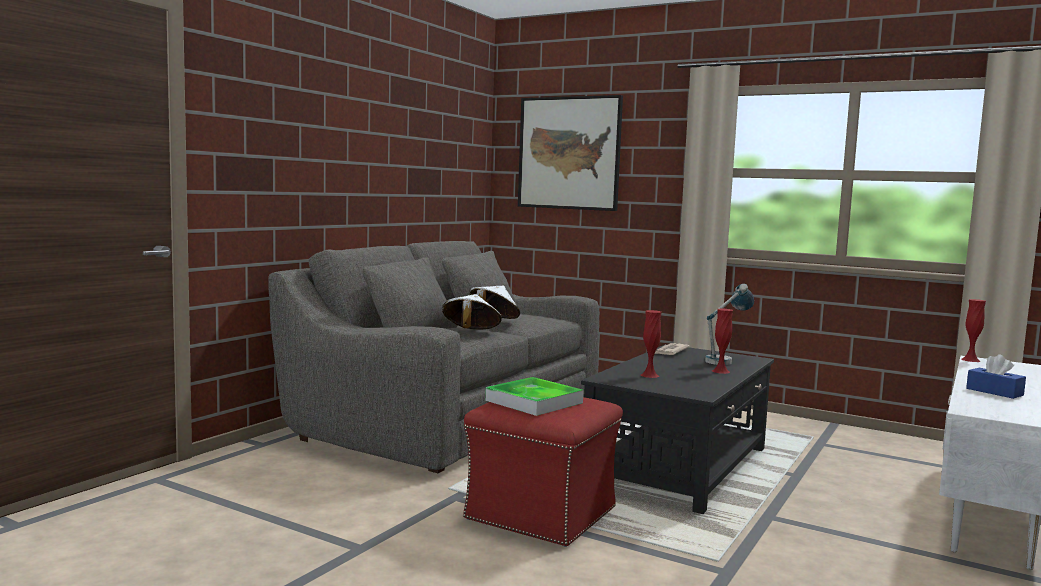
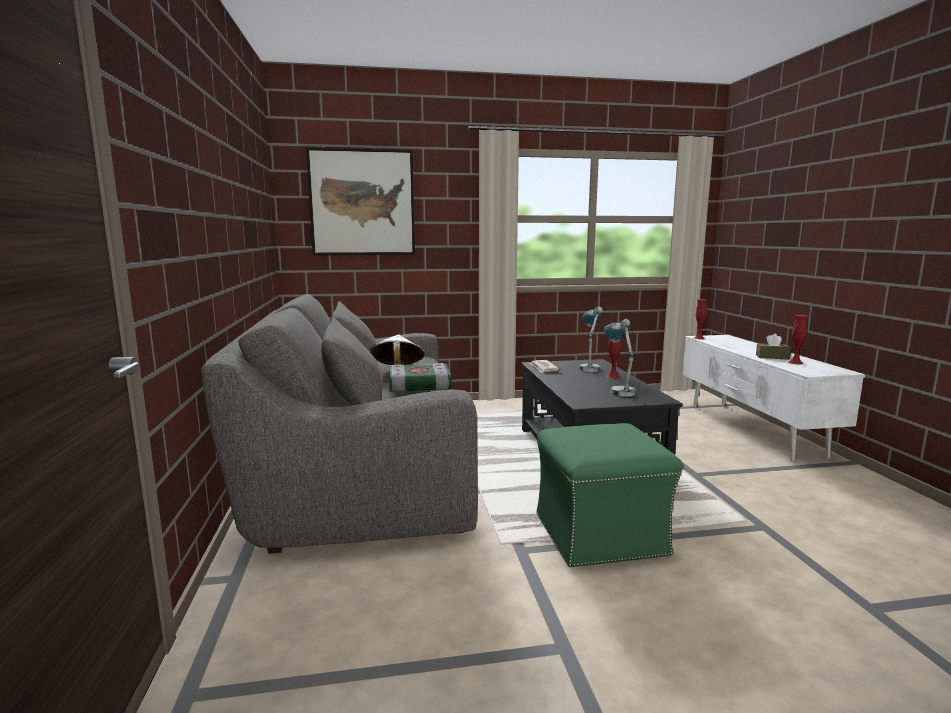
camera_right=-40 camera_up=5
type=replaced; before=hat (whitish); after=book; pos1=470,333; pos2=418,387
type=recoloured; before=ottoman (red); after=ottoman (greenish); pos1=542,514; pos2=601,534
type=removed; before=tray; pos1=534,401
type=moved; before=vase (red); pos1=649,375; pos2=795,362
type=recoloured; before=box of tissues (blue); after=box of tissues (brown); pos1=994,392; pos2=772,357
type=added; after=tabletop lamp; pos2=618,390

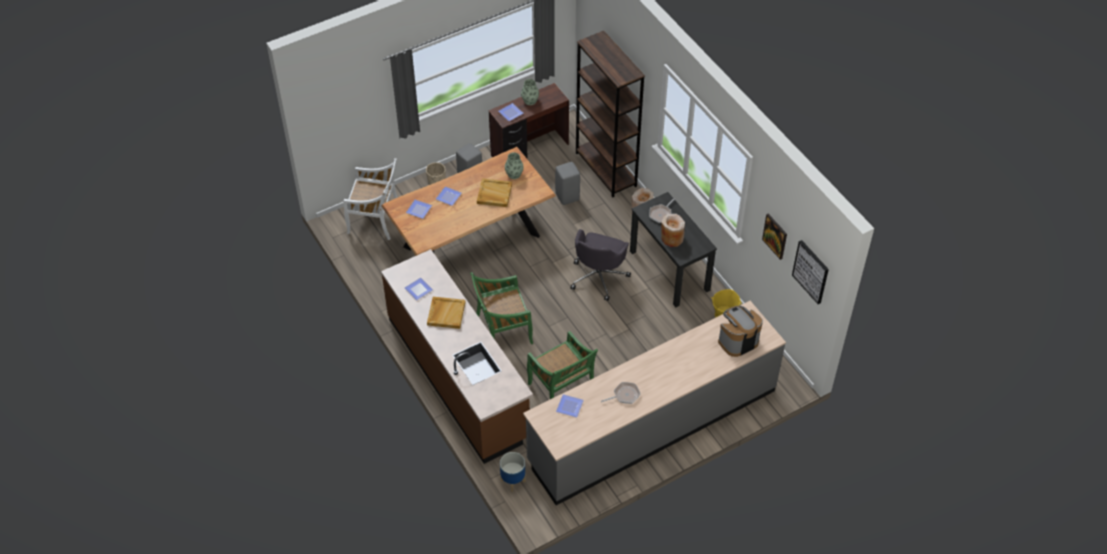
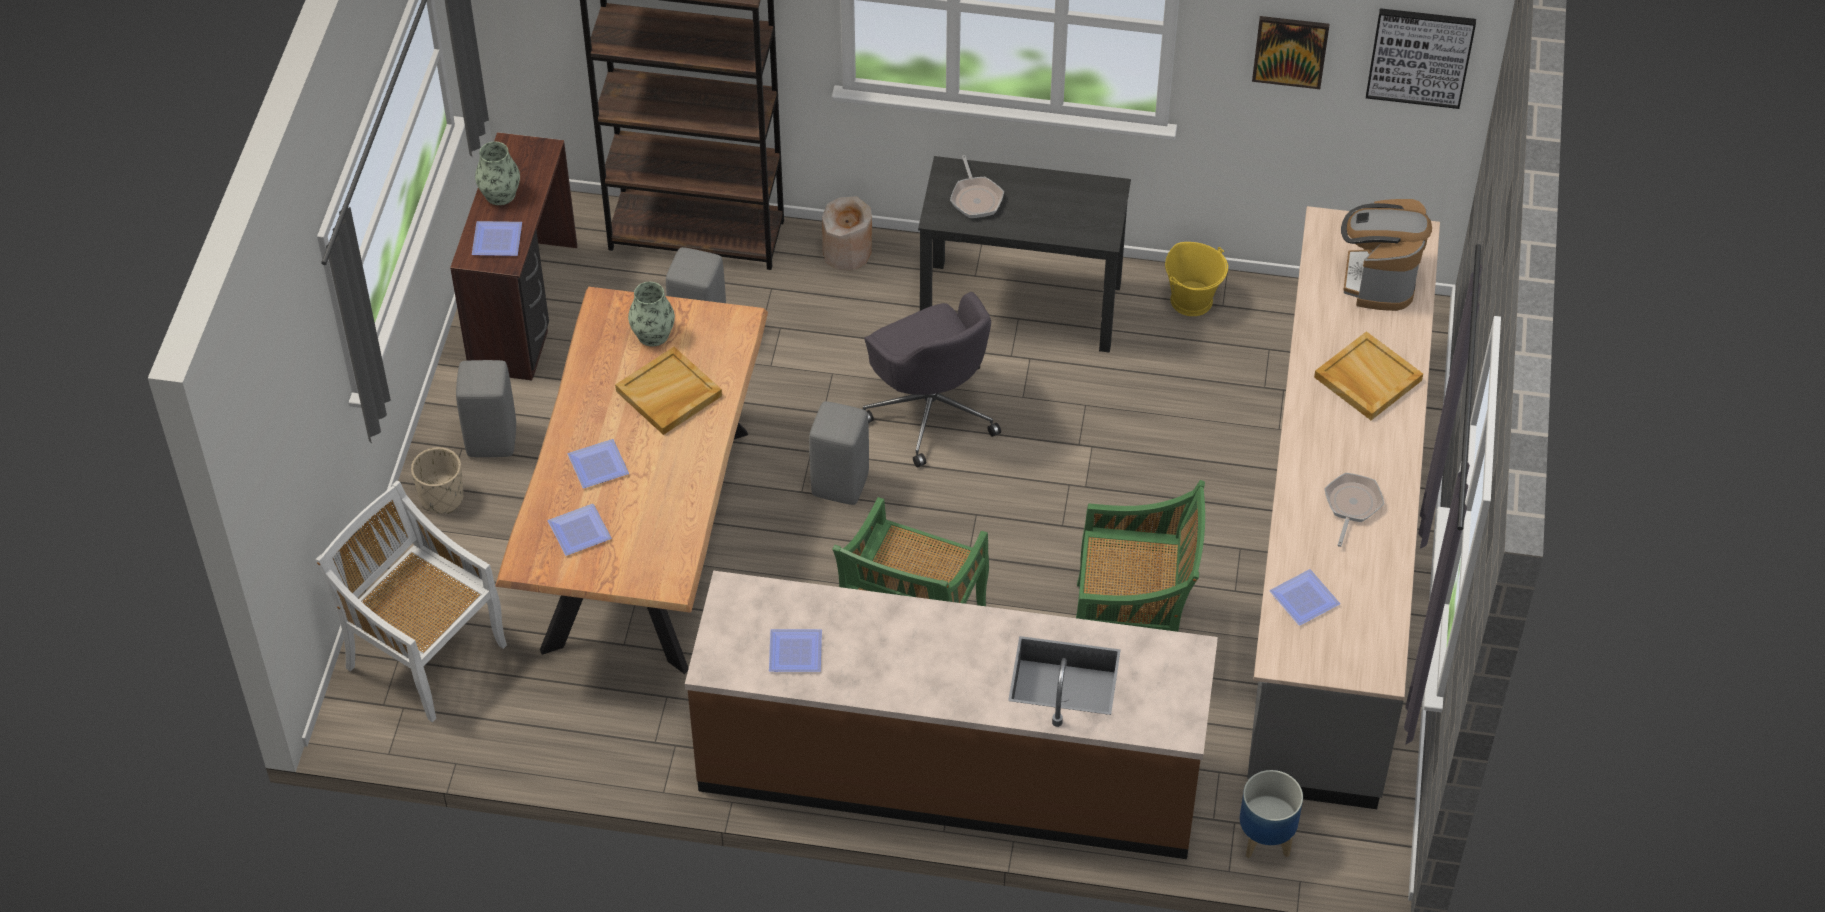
camera_right=-50 camera_up=0
type=turned; before=plain chair (whitish); pos1=375,220; pos2=424,654; turn=-105
type=moved; before=tray (beige); pos1=446,313; pos2=1366,379
type=removed; before=vase (beige); pos1=672,238
type=added; after=stool seat (grey); pos2=841,486

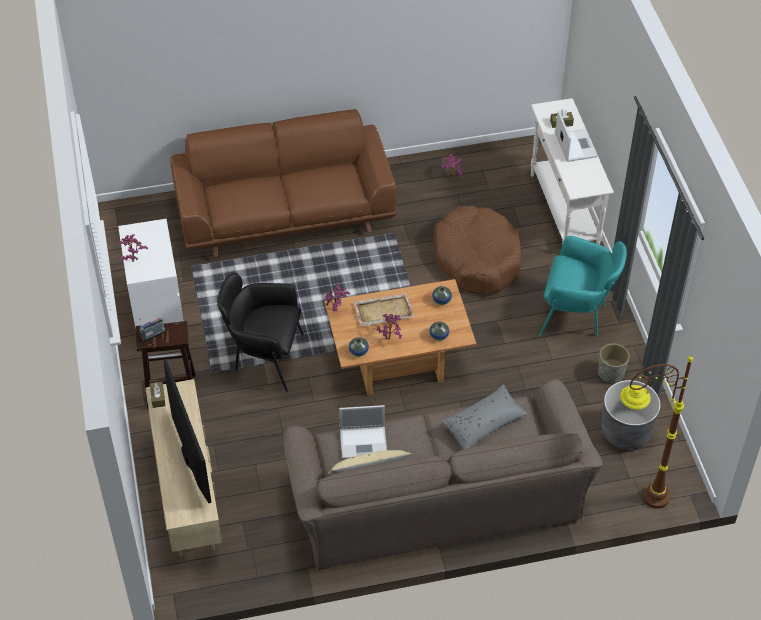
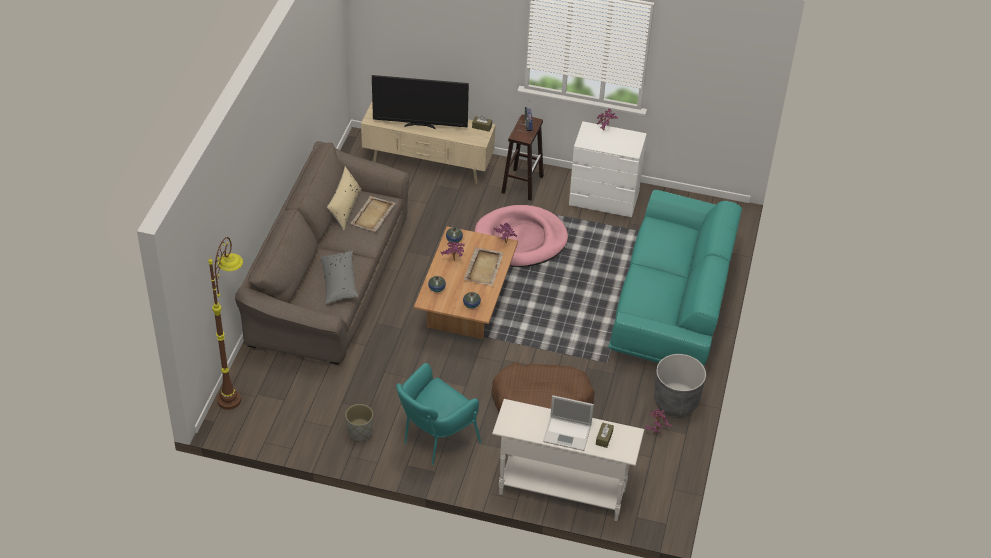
camera_right=115 camera_up=-5
type=recoloured; before=couch (brown); after=couch (blue-green); pos1=285,212; pos2=672,304
type=replaced; before=easy chair (black); after=dog bed (pink-coloured); pos1=264,358; pos2=520,239
type=replaced; before=laptop; after=tray (beige); pos1=364,442; pos2=372,215
type=moved; before=plant pot (grey); pos1=626,431; pos2=676,401

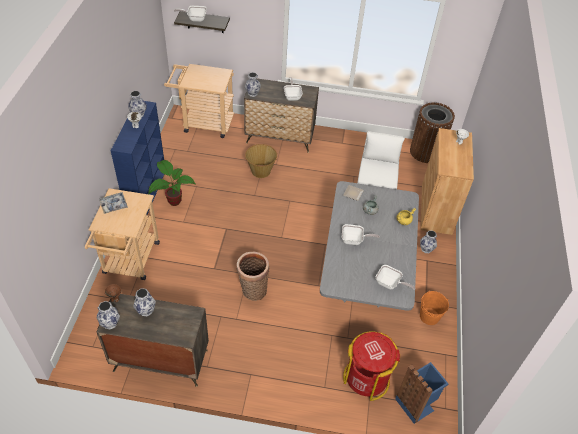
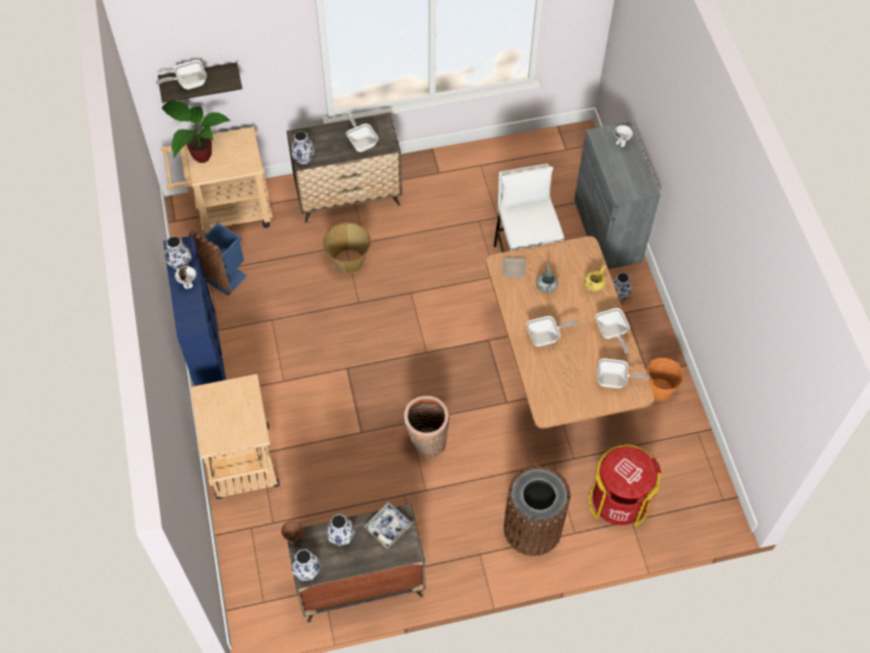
camera_right=-20 camera_up=10
type=moved; before=tray; pos1=113,205; pos2=388,527
type=moved; before=plant in a pot; pos1=173,201; pos2=199,156
type=recoloured; before=dinner table (grey); after=dinner table (brown); pos1=363,280; pos2=559,373
type=moved; before=trash can (blue); pos1=415,403; pos2=225,275
type=moved; before=trash can (brown); pos1=426,152; pos2=532,528
type=recoloured; before=storage cabinet (brown); after=storage cabinet (grey); pos1=436,209; pos2=607,230
type=added; after=frying pan; pos2=611,333

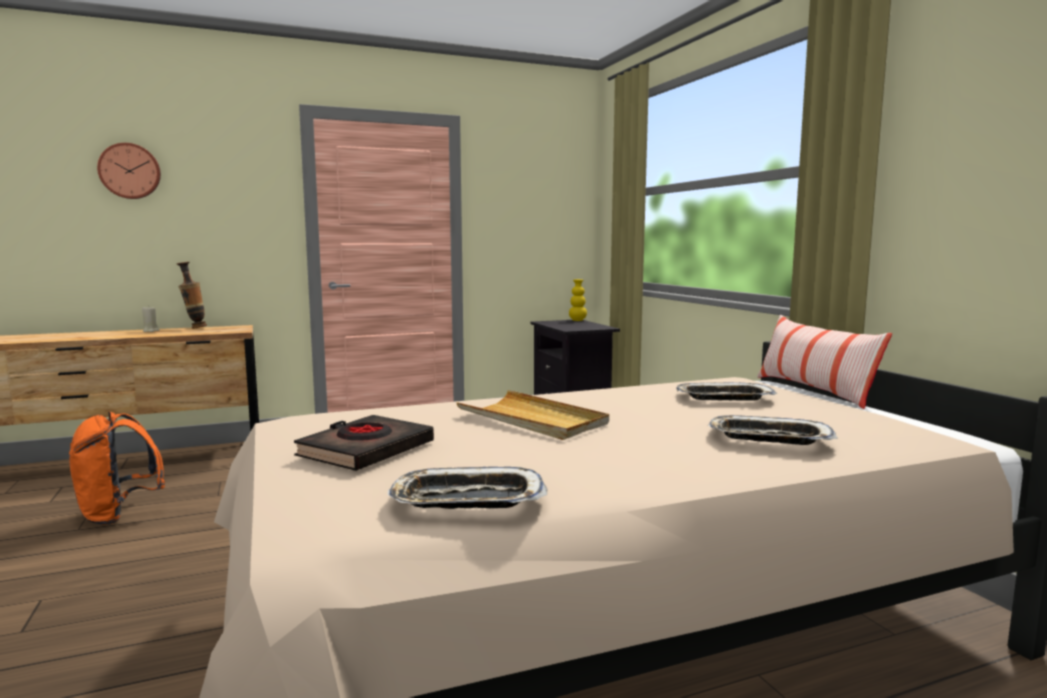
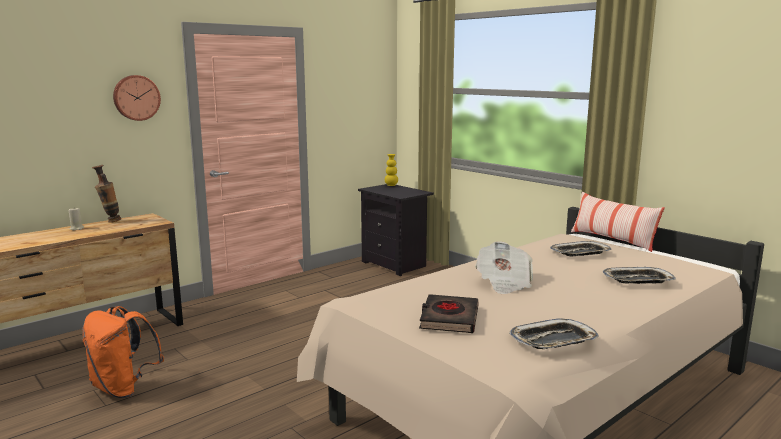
camera_right=-20 camera_up=5
type=moved; before=hanging clock; pos1=130,171; pos2=136,98
type=replaced; before=tray (beige); after=newspaper; pos1=532,420; pos2=504,283

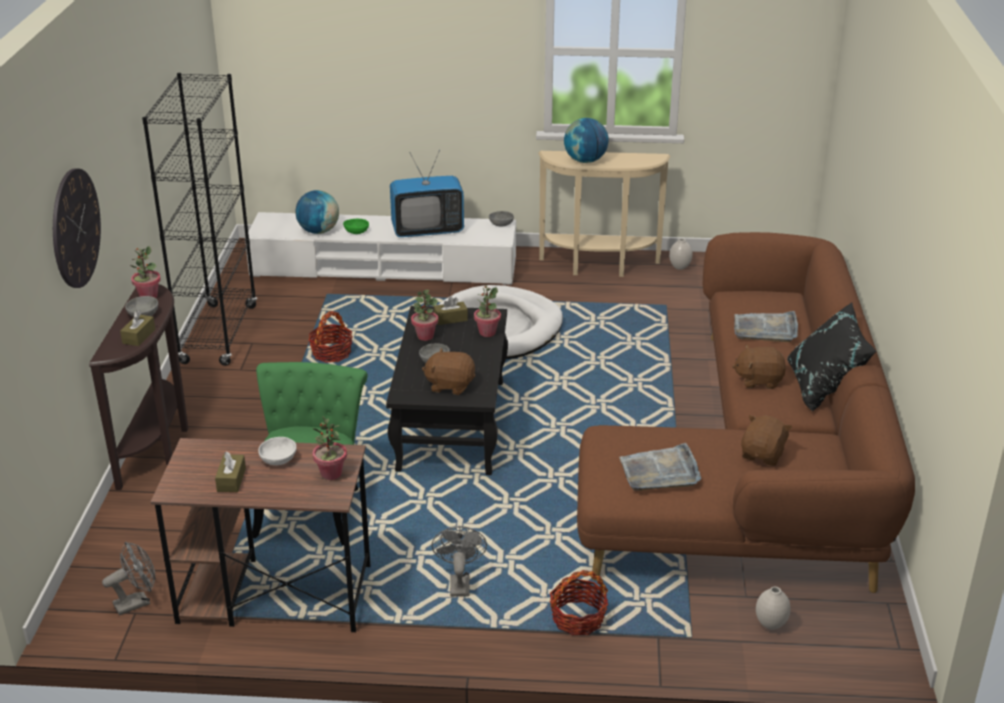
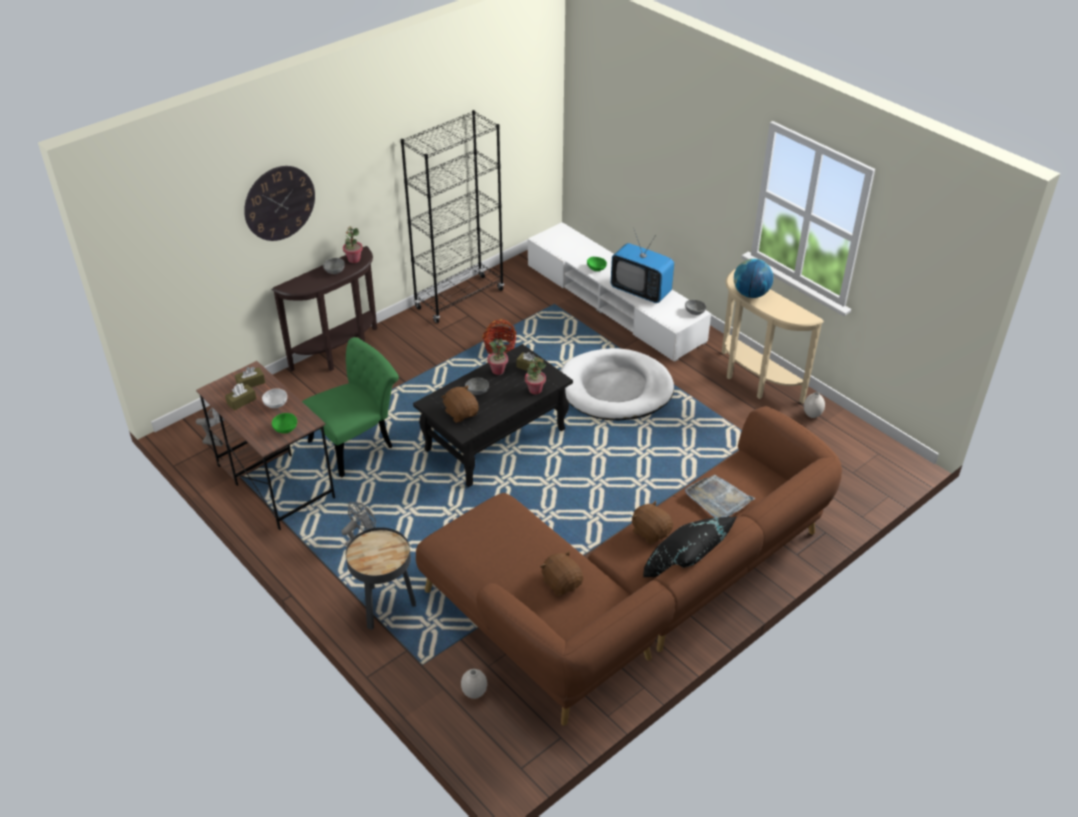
camera_right=45 camera_up=10
type=moved; before=box of tissues (brown); pos1=139,336; pos2=250,383
type=removed; before=globe; pos1=318,231
type=replaced; before=plant in a pot; after=deep dish (greenish); pos1=331,474; pos2=285,429
type=replaced; before=household basket; after=accent table (black); pos1=577,619; pos2=384,607
type=removed; before=tray (grey); pos1=660,472
type=turned; before=cuddly toy (brown); pos1=763,455; pos2=562,583; turn=-105

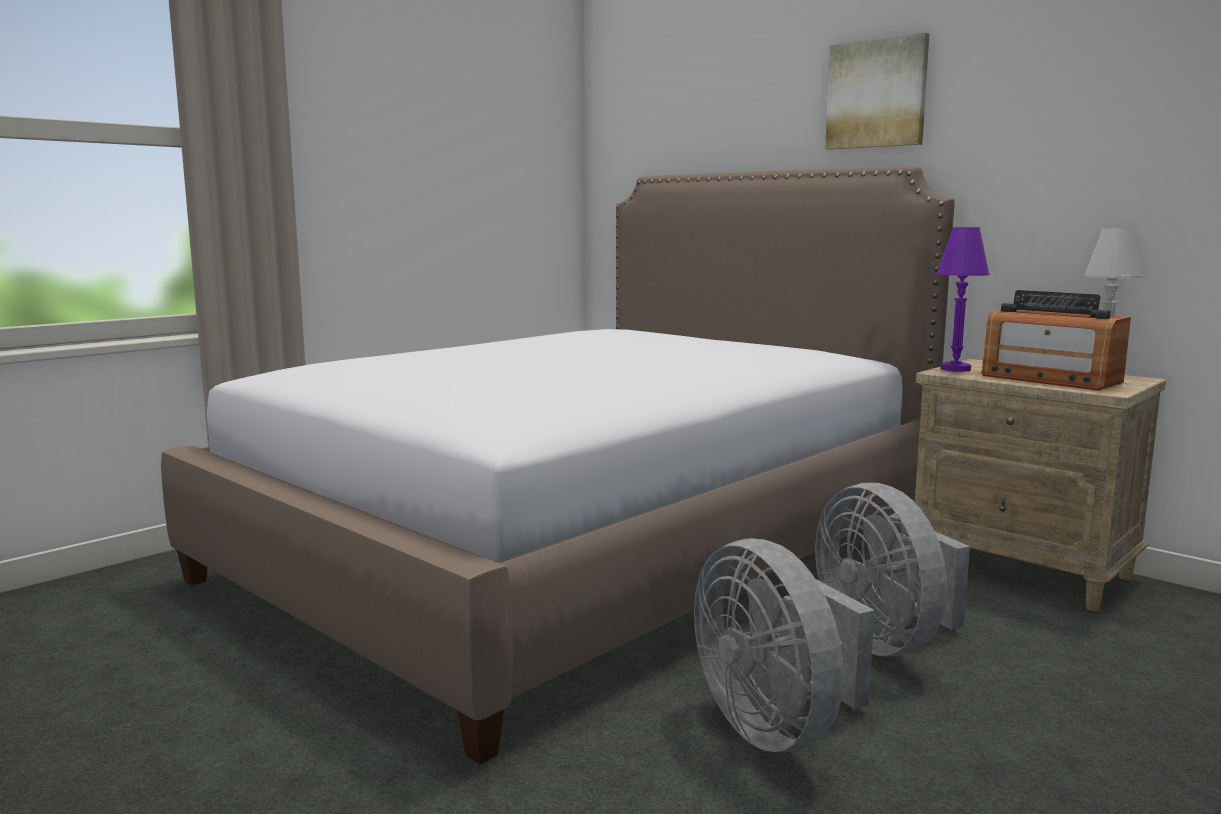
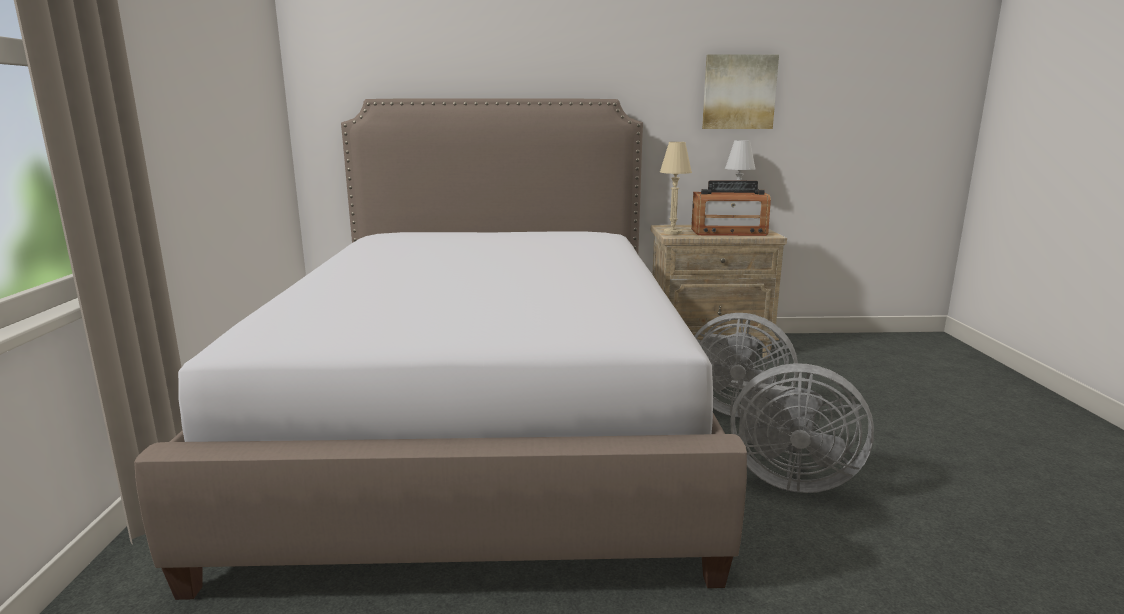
camera_right=-45 camera_up=5
type=moved; before=wall picture; pos1=877,94; pos2=739,92
type=recoloured; before=tabletop lamp (purple); after=tabletop lamp (beige); pos1=955,369; pos2=672,233

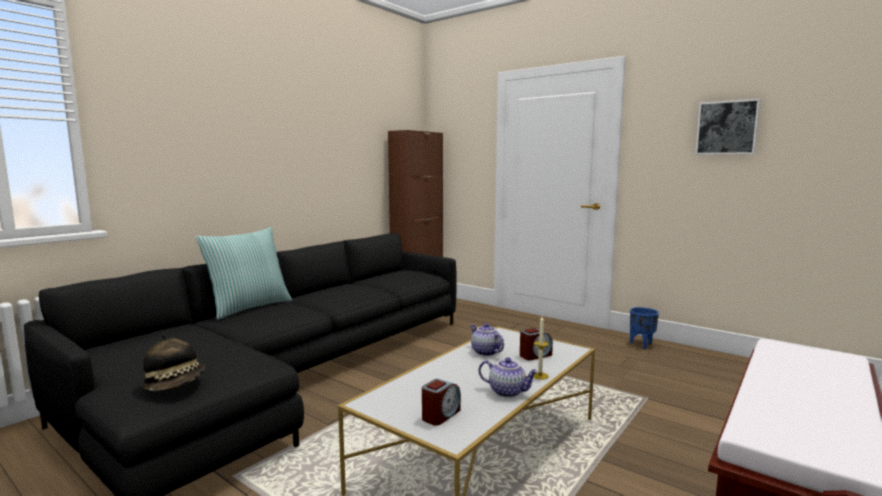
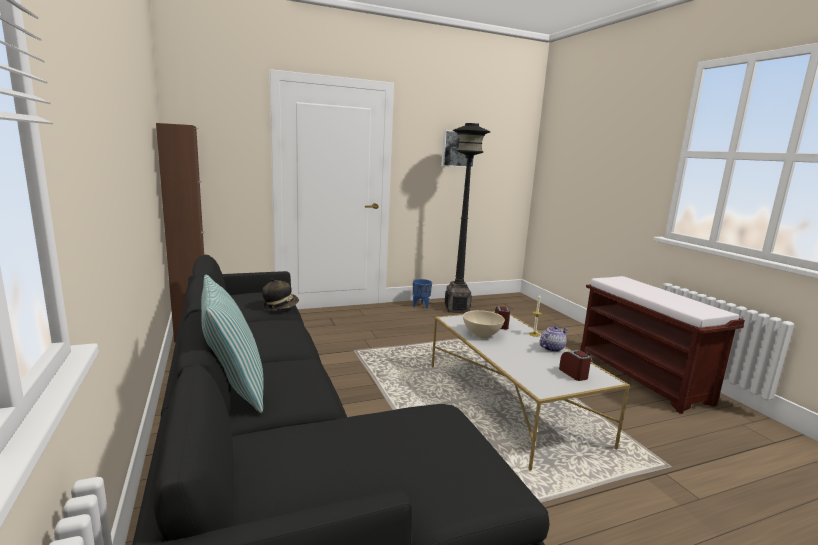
camera_right=-60 camera_up=5
type=moved; before=hat; pos1=176,384; pos2=280,307
type=replaced; before=pot for tea; after=deep dish (beige); pos1=485,352; pos2=482,334
type=added; after=standing lamp (black); pos2=457,309

